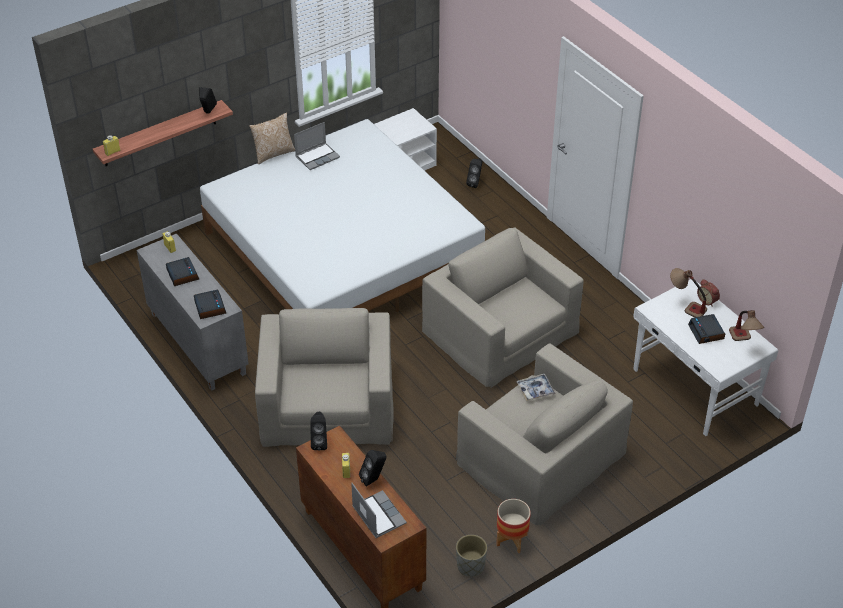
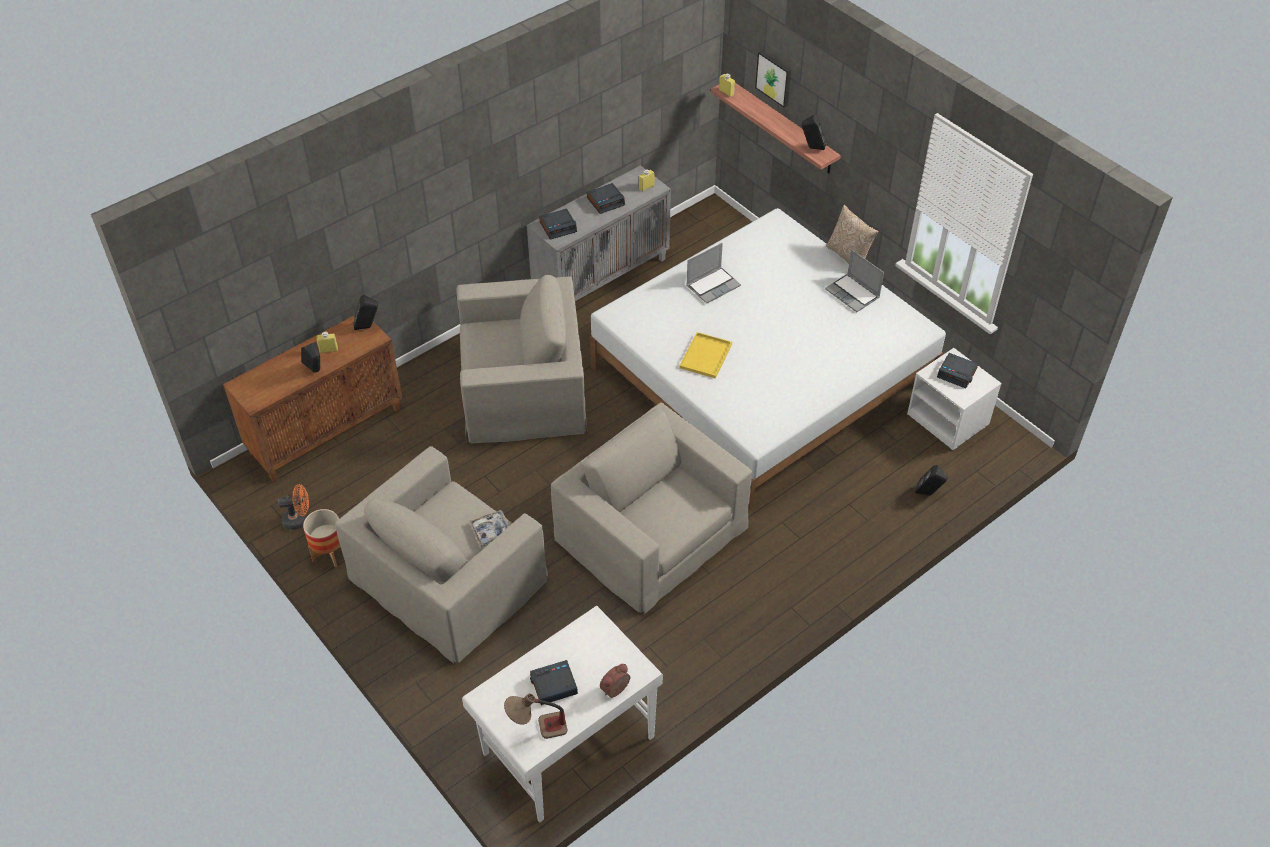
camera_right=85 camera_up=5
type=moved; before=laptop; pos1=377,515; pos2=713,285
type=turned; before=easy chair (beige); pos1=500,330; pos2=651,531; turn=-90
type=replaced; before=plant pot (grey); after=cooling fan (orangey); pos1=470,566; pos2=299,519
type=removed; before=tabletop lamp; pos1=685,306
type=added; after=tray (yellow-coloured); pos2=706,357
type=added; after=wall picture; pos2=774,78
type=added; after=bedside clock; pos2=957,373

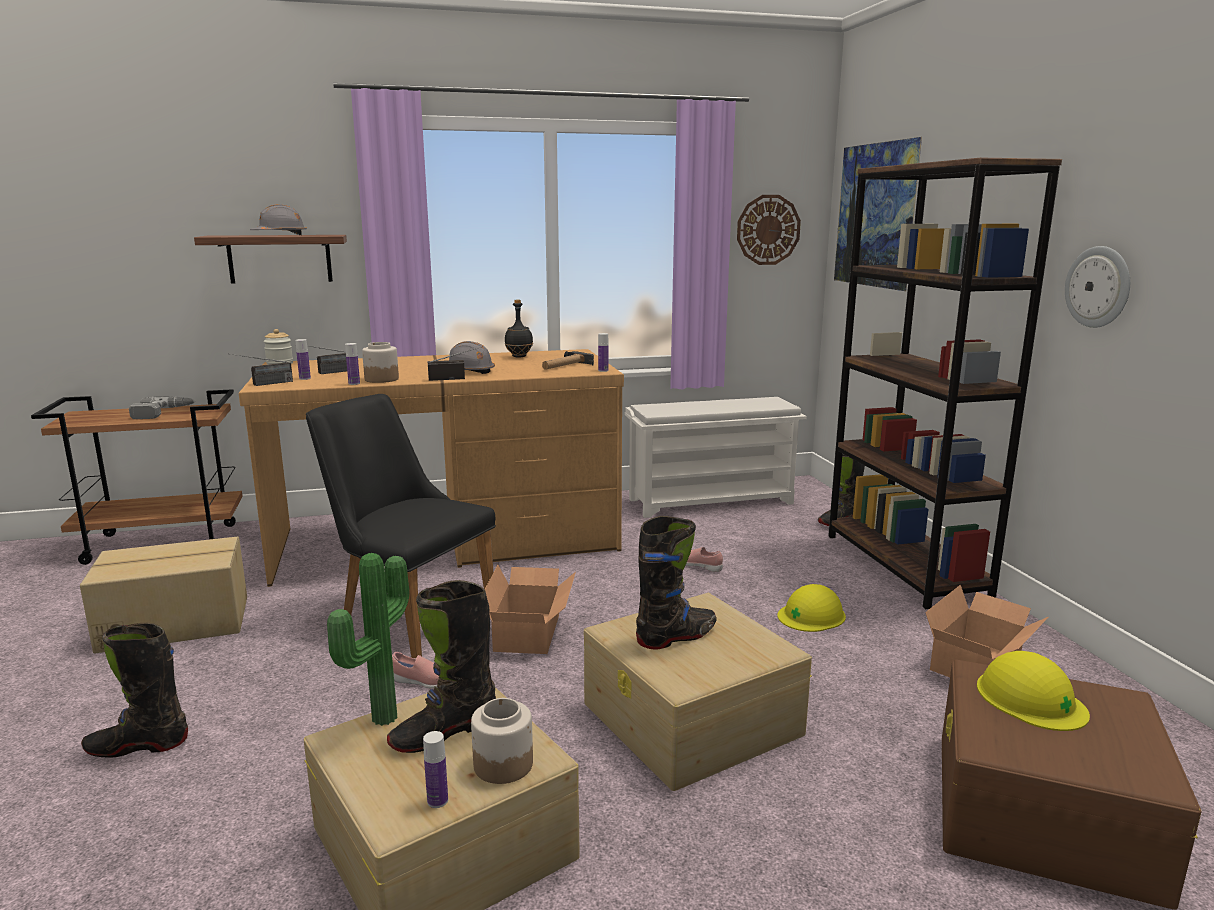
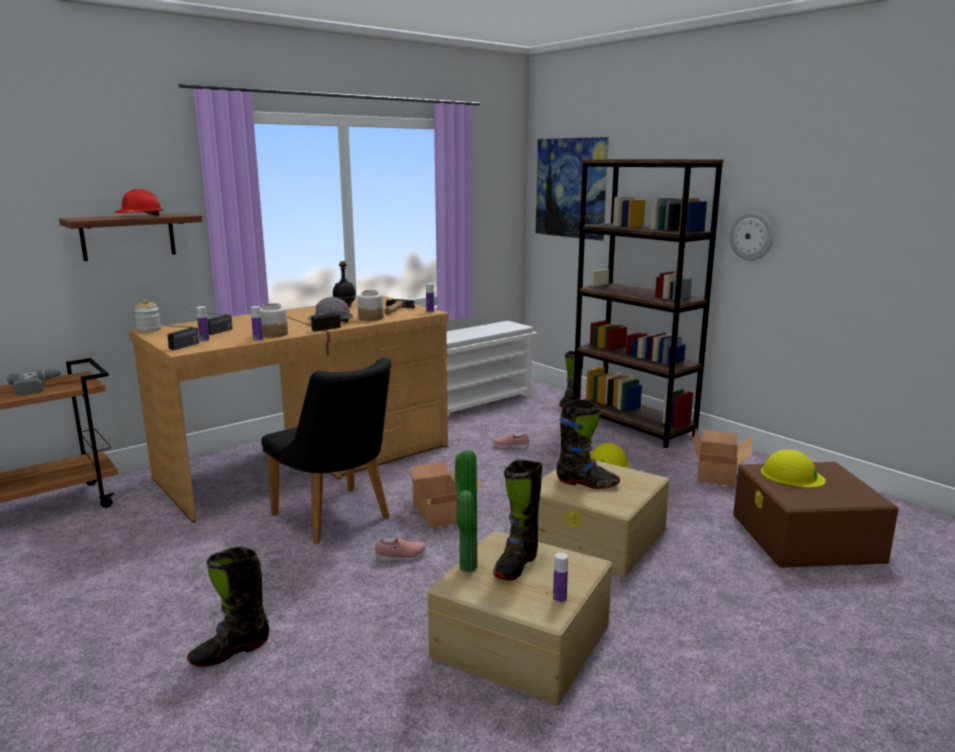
camera_right=-25 camera_up=0
type=removed; before=cardboard box; pos1=175,623
type=recoloured; before=work helmet (grey); after=work helmet (red); pos1=280,235; pos2=140,216
type=turned; before=plain chair (black); pos1=407,615; pos2=338,519; turn=-135
type=moved; before=preserve jar; pos1=503,764; pos2=370,318
type=turned; before=tall boot (black); pos1=676,637; pos2=587,483; turn=75
type=removed; before=hanging clock; pos1=768,230

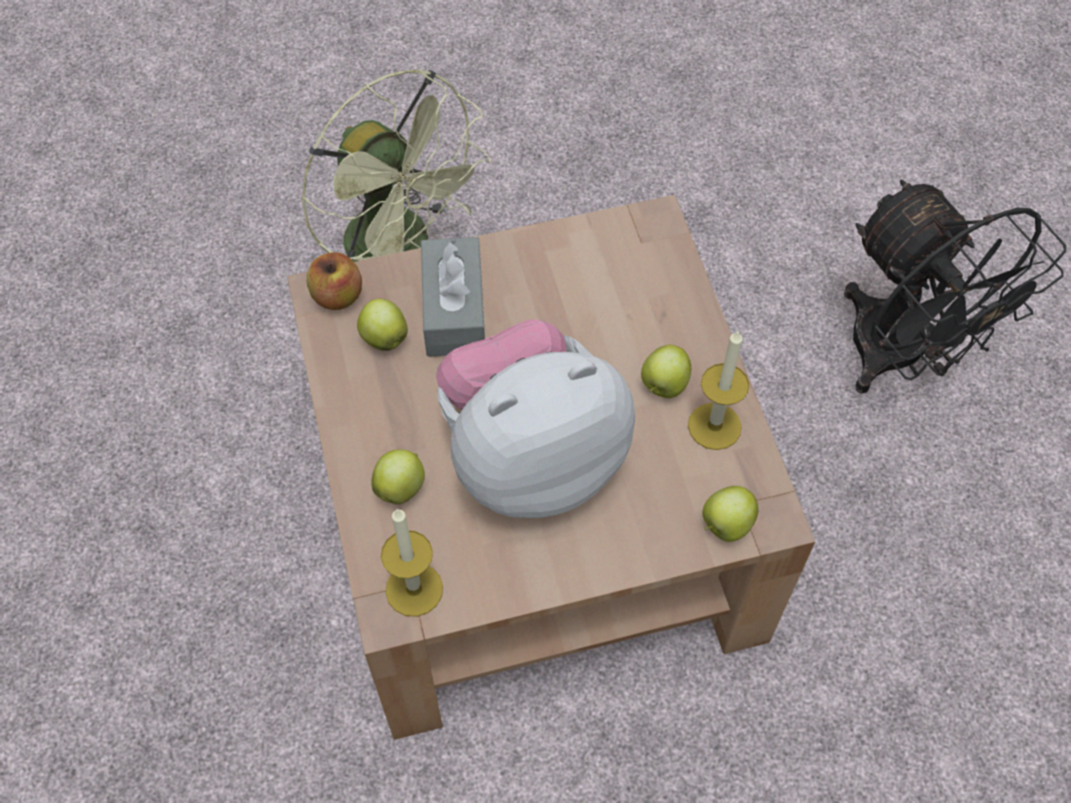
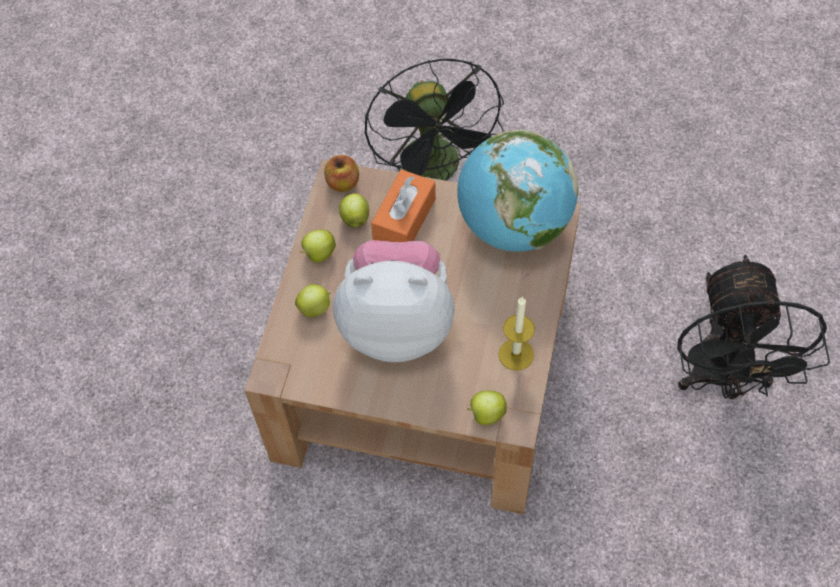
camera_right=30 camera_up=0
type=recoloured; before=cooling fan (greenish); after=cooling fan (black); pos1=402,251; pos2=436,172
type=removed; before=wax light; pos1=414,589
type=recoloured; before=box of tissues (grey); after=box of tissues (orangey); pos1=454,310; pos2=404,219
type=moved; before=apple; pos1=663,385; pos2=318,254
type=added; after=globe; pos2=514,226

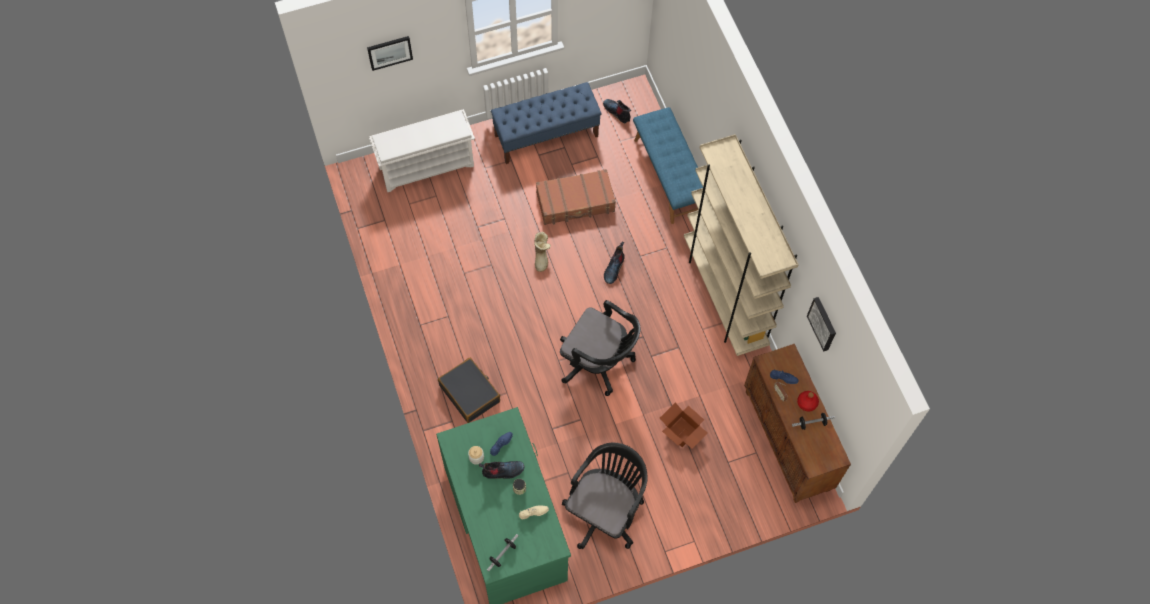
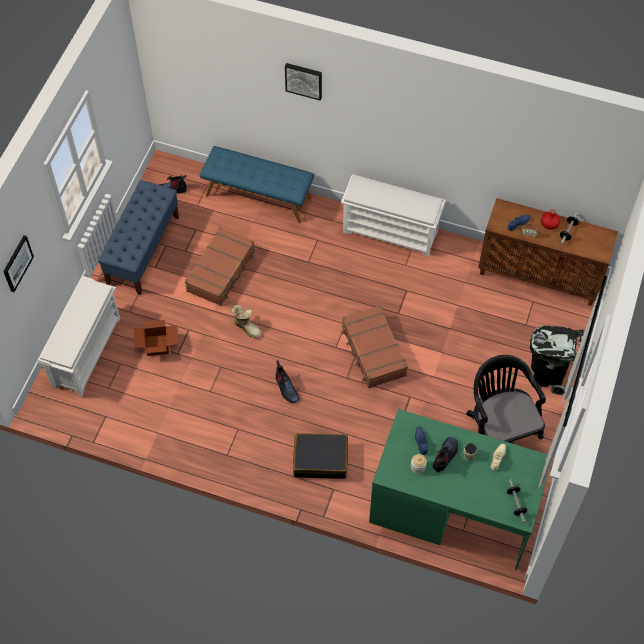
camera_right=-50 camera_up=-5
type=replaced; before=computer chair (black); after=travel case (brown); pos1=598,363; pos2=373,351
type=moved; before=tall boot; pos1=614,268; pos2=286,388
type=moved; before=cardboard box; pos1=681,433; pos2=158,345
type=replaced; before=bookcase (beige); after=shoe rack (whitish); pos1=724,296; pos2=391,232
type=moved; before=wall picture; pos1=823,323; pos2=304,80
type=added; after=trash can (black); pos2=547,376

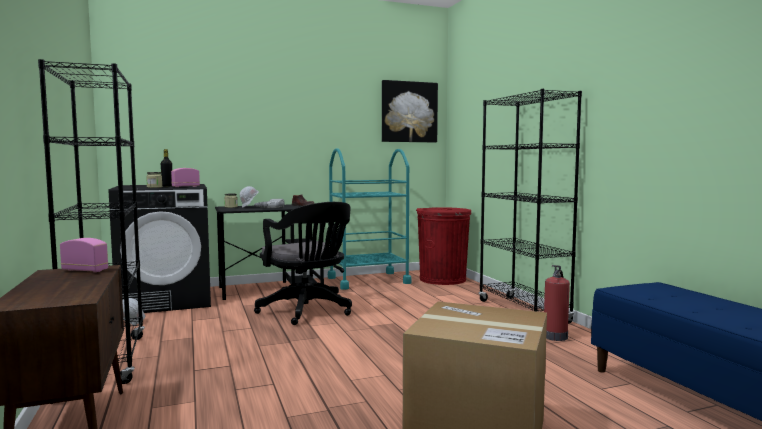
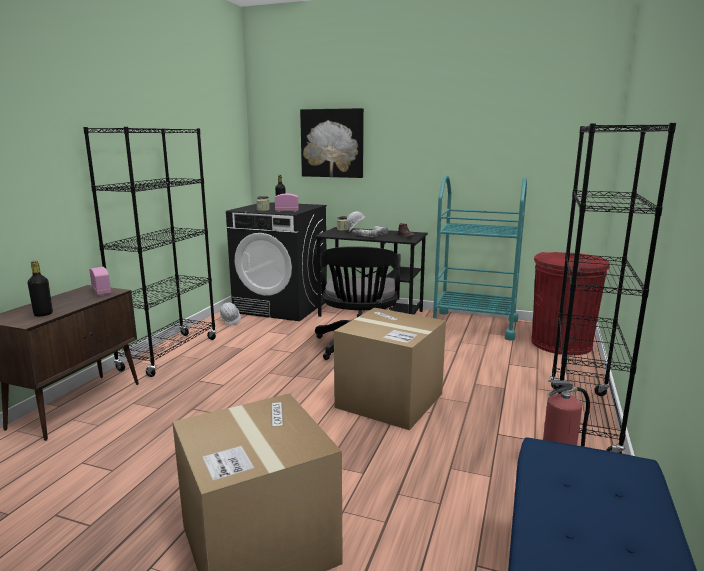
camera_right=40 camera_up=10
type=moved; before=wall picture; pos1=409,112; pos2=332,143
type=added; after=beverage bottle (black); pos2=43,314
type=added; after=cardboard box; pos2=389,400

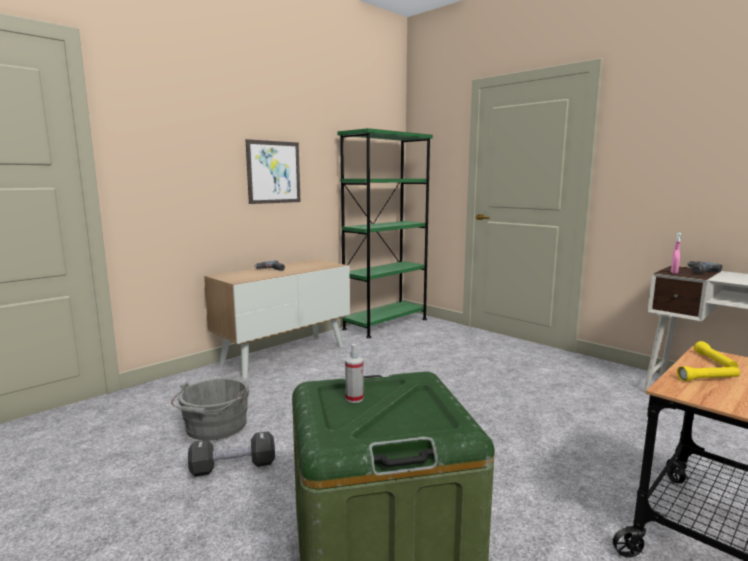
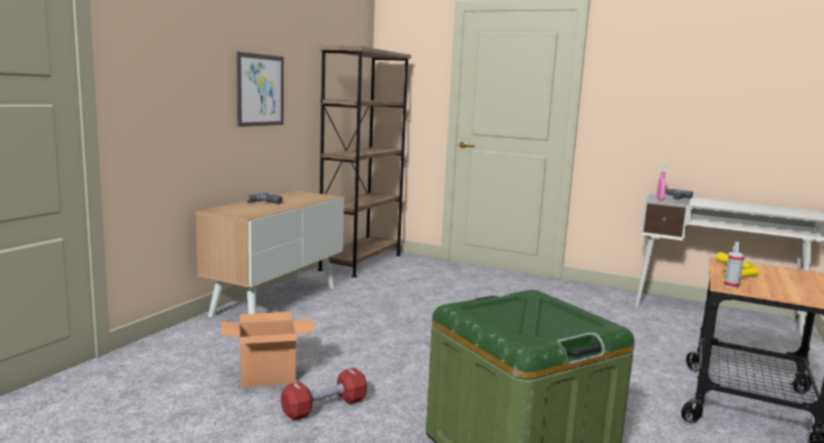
camera_right=-20 camera_up=0
type=replaced; before=bucket (grey); after=cardboard box; pos1=214,427; pos2=268,376
type=recoloured; before=free weight (black); after=free weight (red); pos1=233,467; pos2=324,407
type=recoloured; before=bookcase (greenish); after=bookcase (brown); pos1=385,324; pos2=361,262
type=moved; before=hand sprayer; pos1=354,399; pos2=731,286

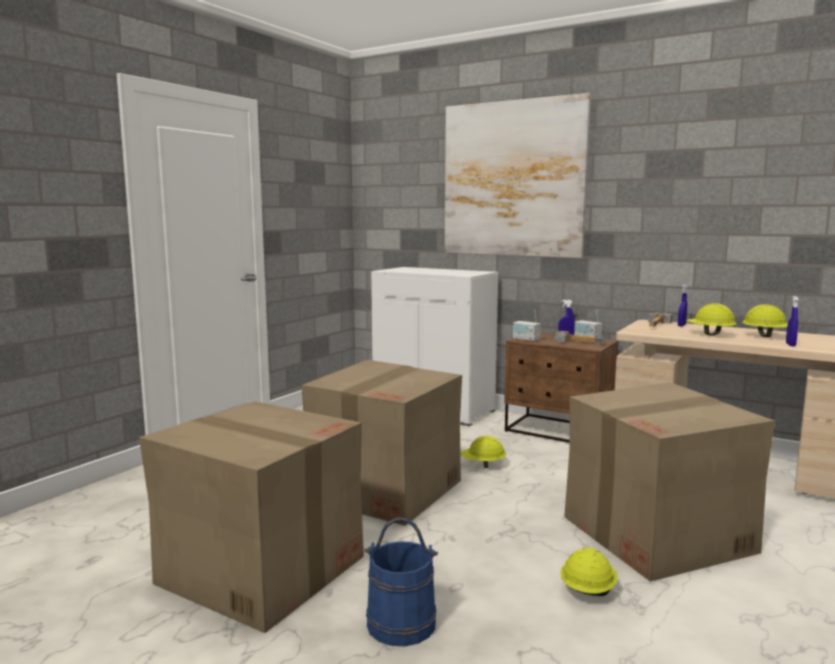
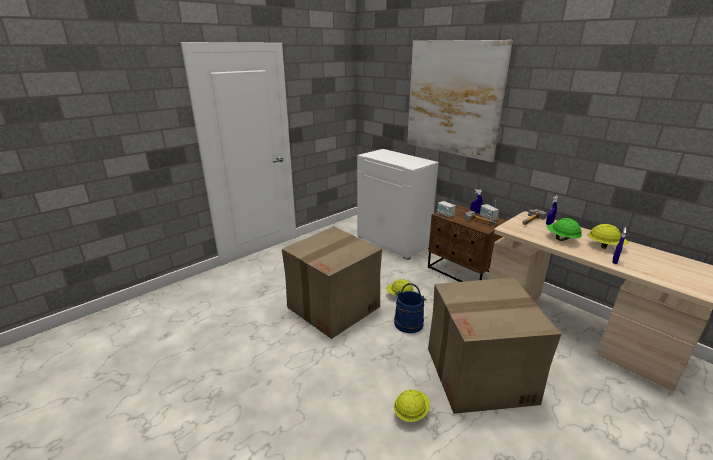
camera_right=15 camera_up=15
type=removed; before=cardboard box; pos1=261,569
type=moved; before=bucket (blue); pos1=401,623; pos2=408,323
type=recoloured; before=work helmet (yellow-coloured); after=work helmet (greenish); pos1=710,334; pos2=561,239

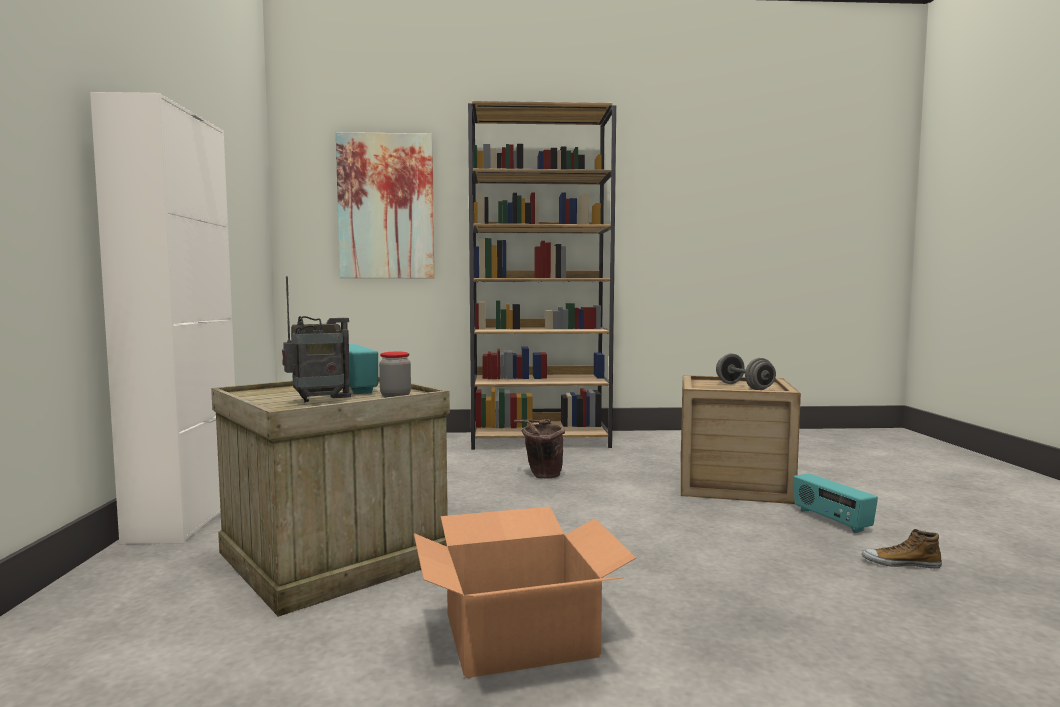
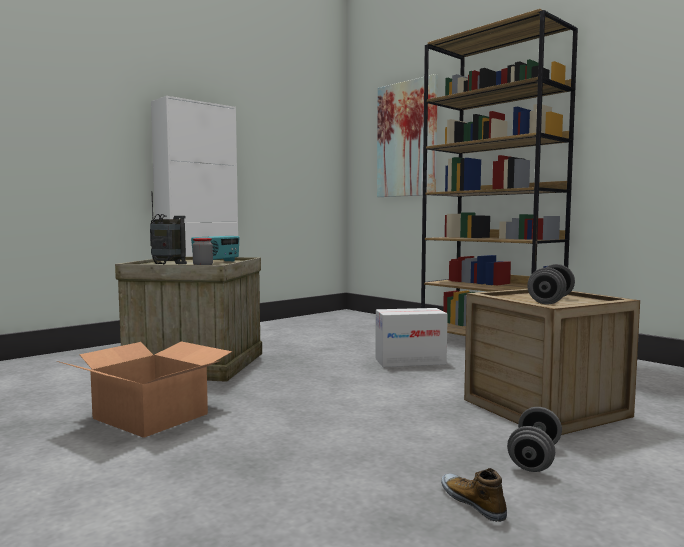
camera_right=50 camera_up=0
type=replaced; before=bucket (brown); after=cardboard box; pos1=541,476; pos2=410,361
type=replaced; before=radio; after=free weight (grey); pos1=831,520; pos2=534,458

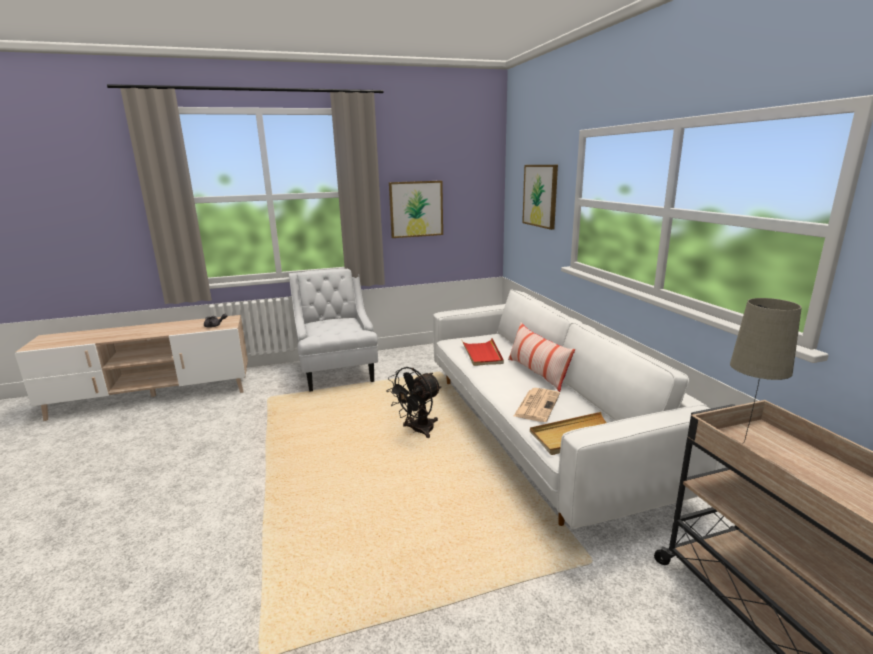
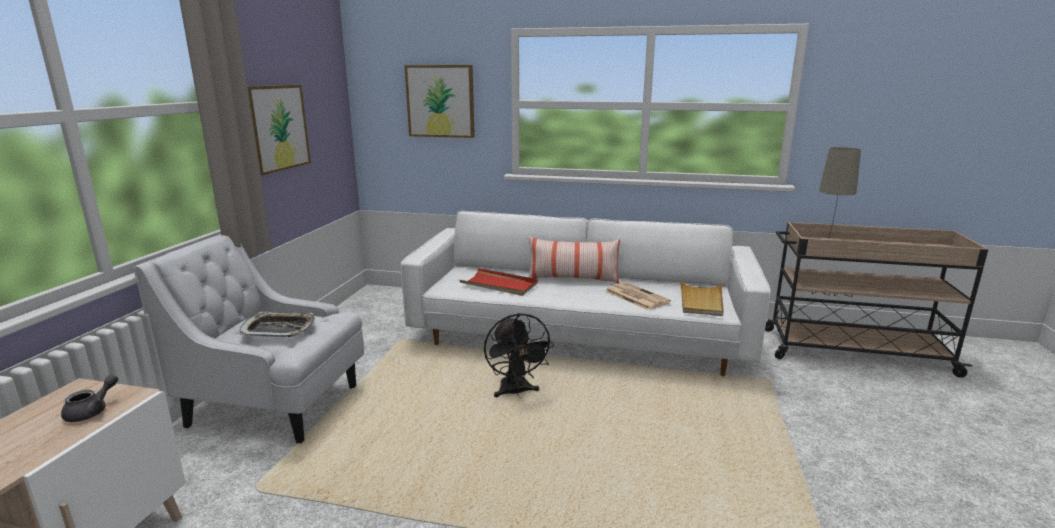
camera_right=-60 camera_up=0
type=added; after=tray; pos2=279,329

